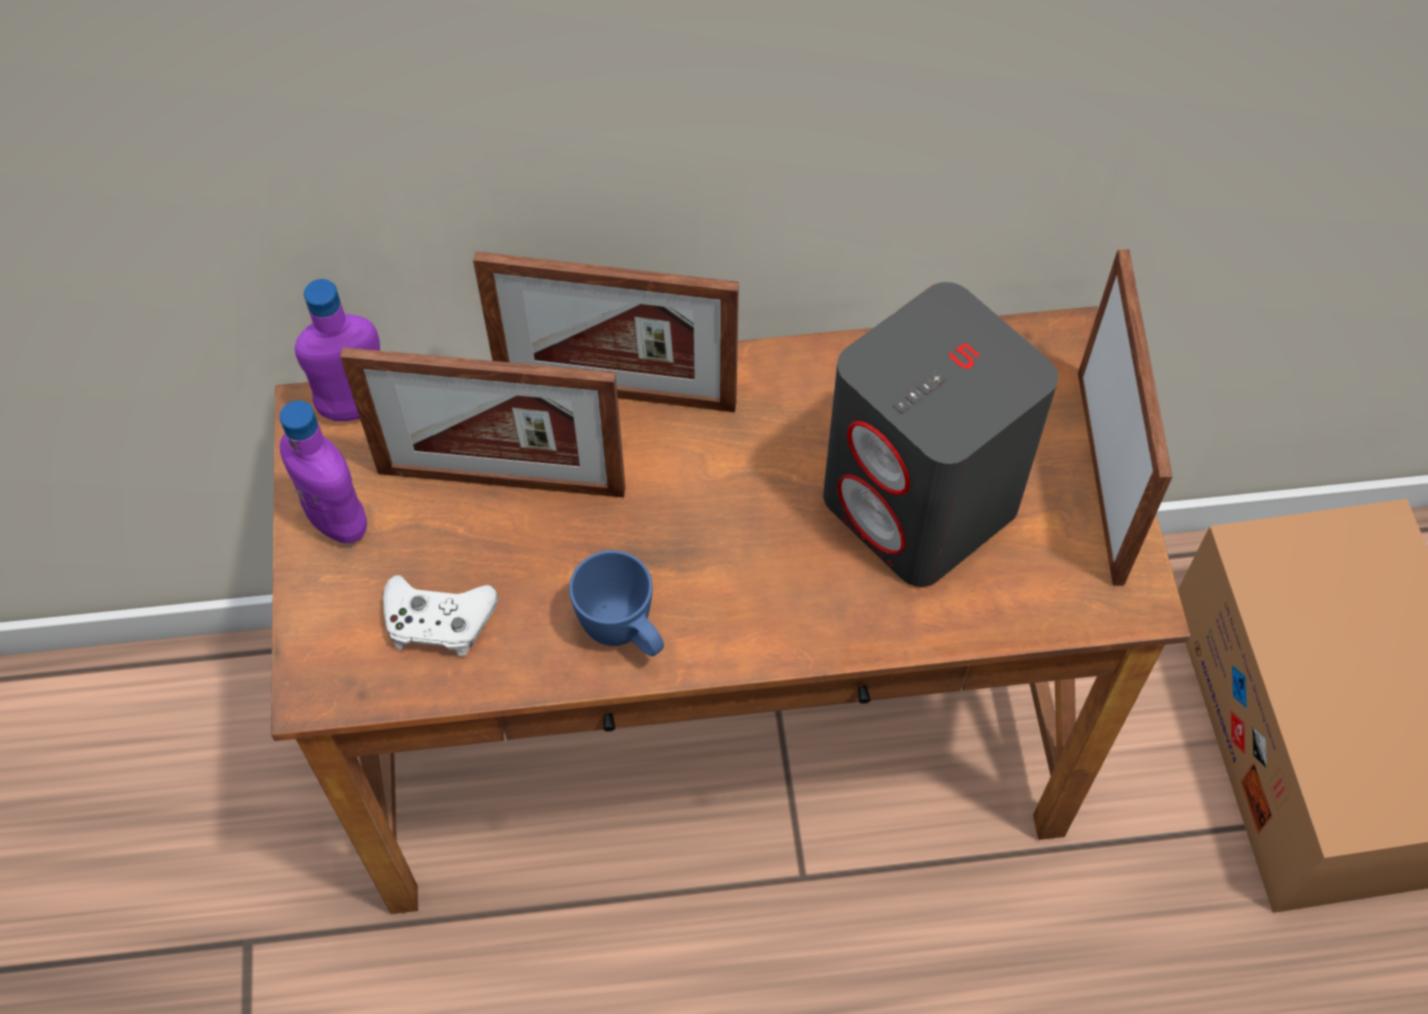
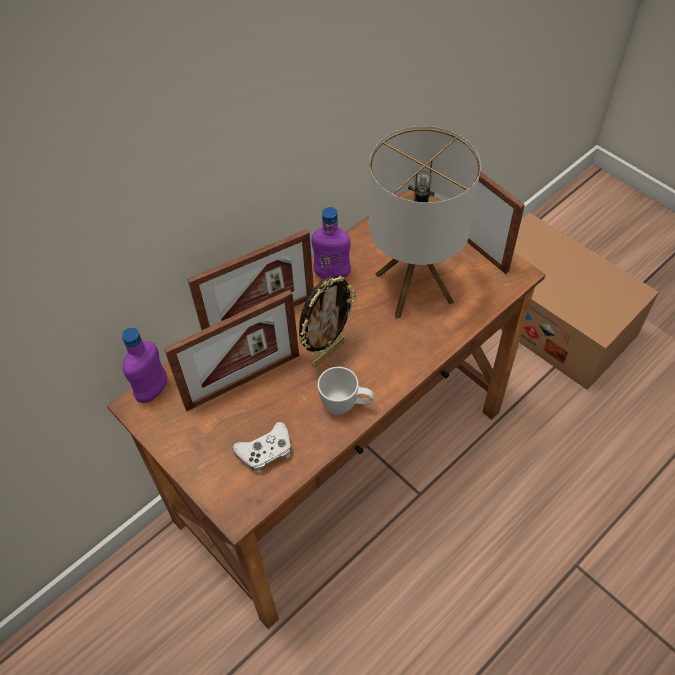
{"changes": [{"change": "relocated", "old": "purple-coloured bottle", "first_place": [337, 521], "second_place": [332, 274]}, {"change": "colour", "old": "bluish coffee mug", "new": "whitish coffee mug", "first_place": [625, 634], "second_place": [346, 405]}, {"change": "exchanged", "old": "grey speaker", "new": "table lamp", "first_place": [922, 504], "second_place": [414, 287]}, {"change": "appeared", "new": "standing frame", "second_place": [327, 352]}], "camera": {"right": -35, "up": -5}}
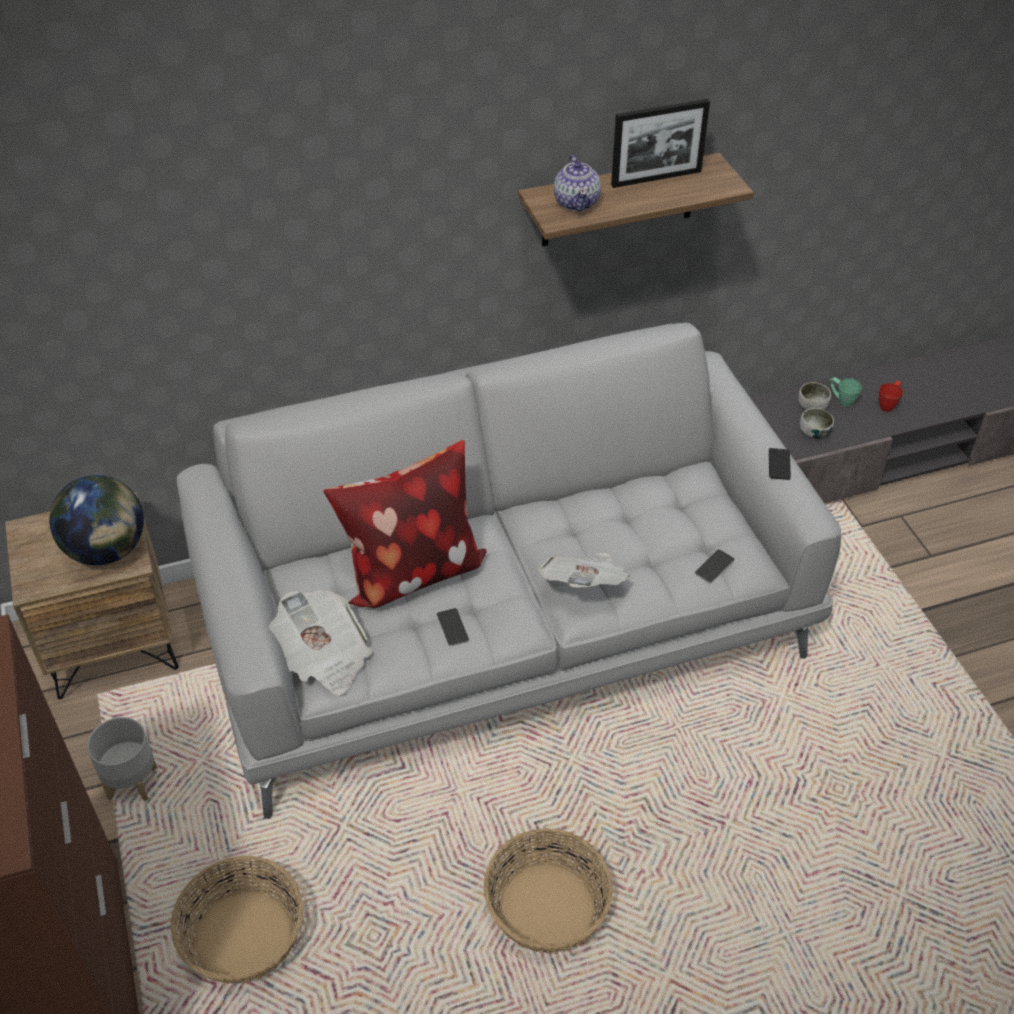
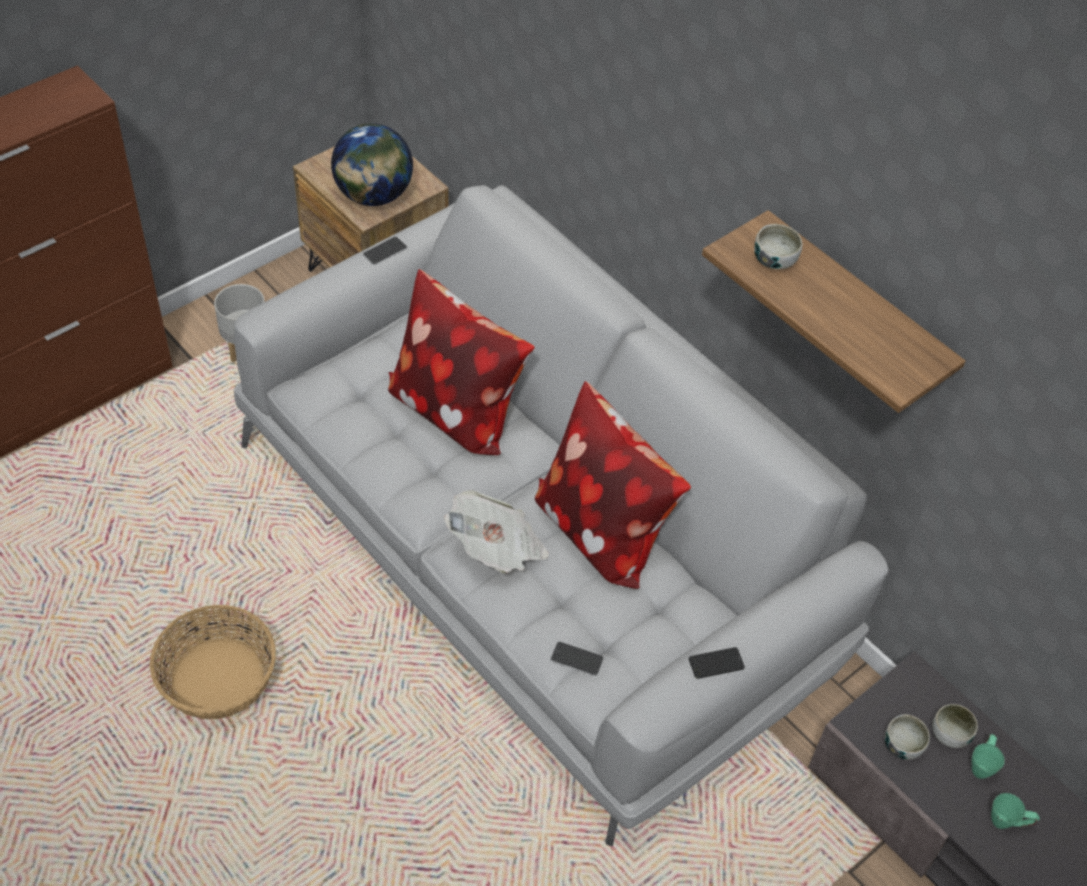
{"changes": [{"change": "missing", "old": "basket", "first_place": [243, 936]}, {"change": "missing", "old": "printed paper", "first_place": [323, 658]}, {"change": "relocated", "old": "telephone", "first_place": [452, 627], "second_place": [385, 251]}, {"change": "exchanged", "old": "tea pot", "new": "bowl", "first_place": [577, 202], "second_place": [774, 259]}, {"change": "missing", "old": "standing frame", "first_place": [656, 178]}, {"change": "colour", "old": "red-coloured coffee mug", "new": "greenish coffee mug", "first_place": [888, 405], "second_place": [1007, 823]}, {"change": "appeared", "new": "pillow", "second_place": [601, 529]}], "camera": {"right": 65, "up": 5}}
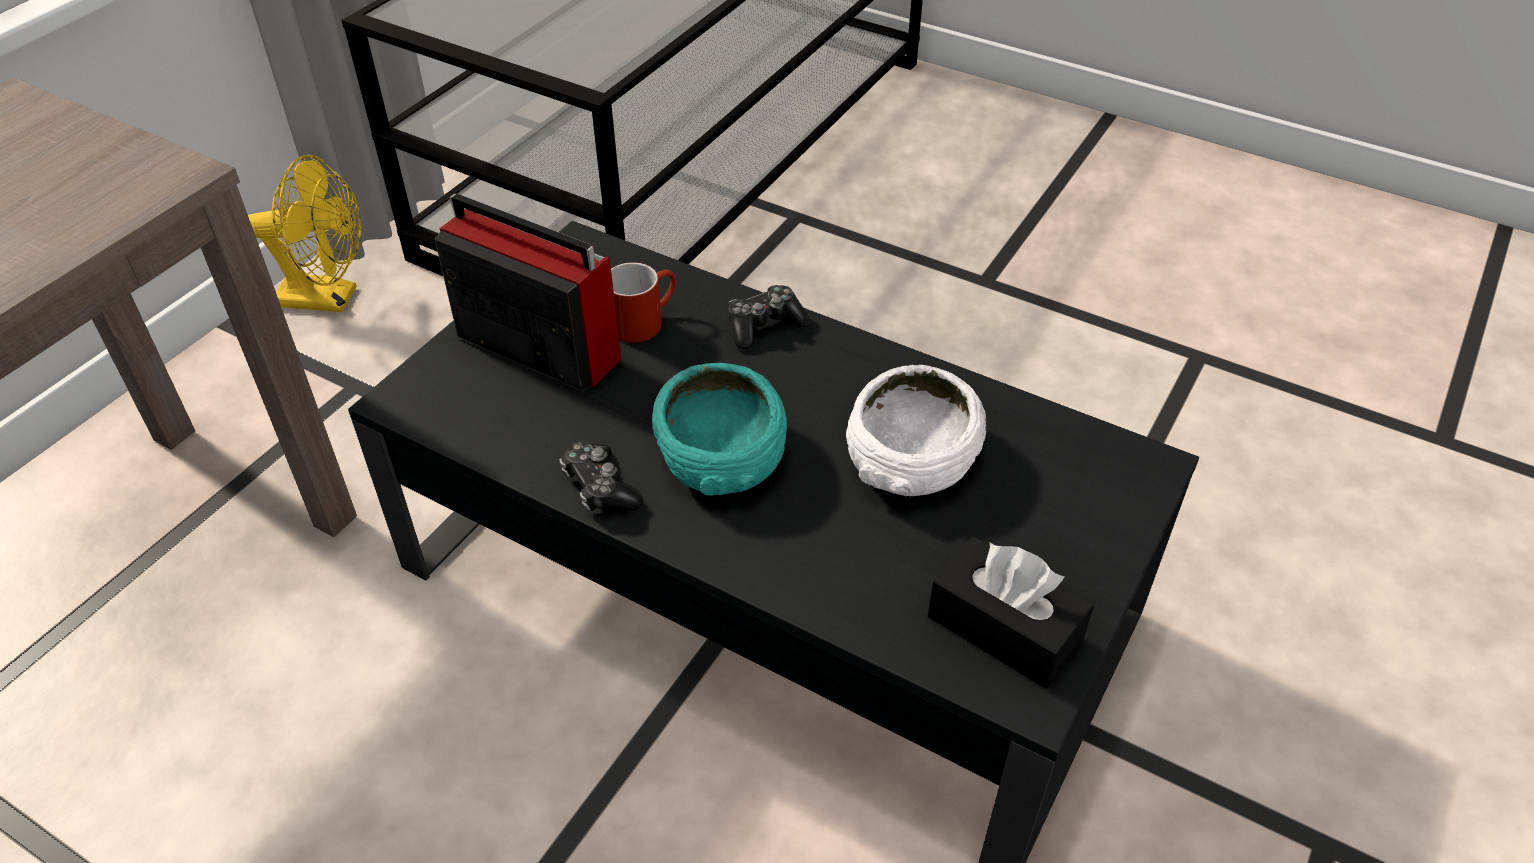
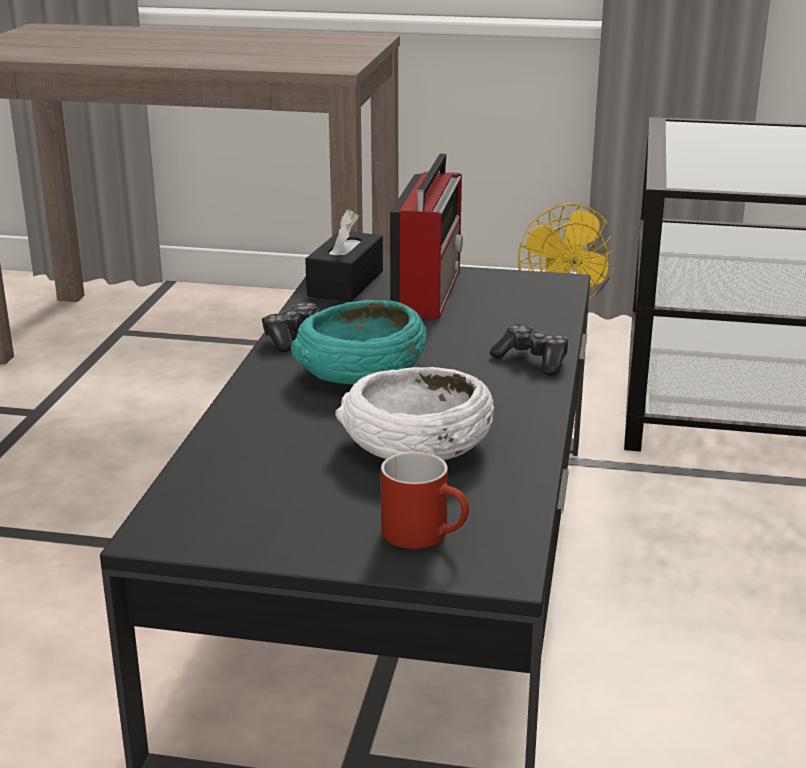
{"changes": [{"change": "relocated", "old": "red-coloured coffee mug", "first_place": [643, 320], "second_place": [427, 534]}, {"change": "relocated", "old": "black-coloured box of tissues", "first_place": [1004, 628], "second_place": [345, 283]}], "camera": {"right": 70, "up": -20}}
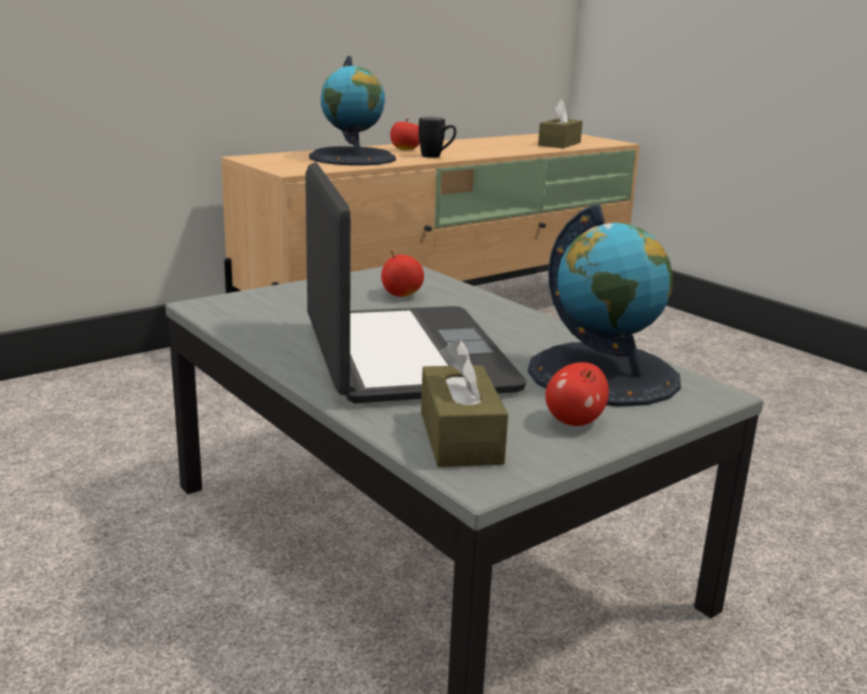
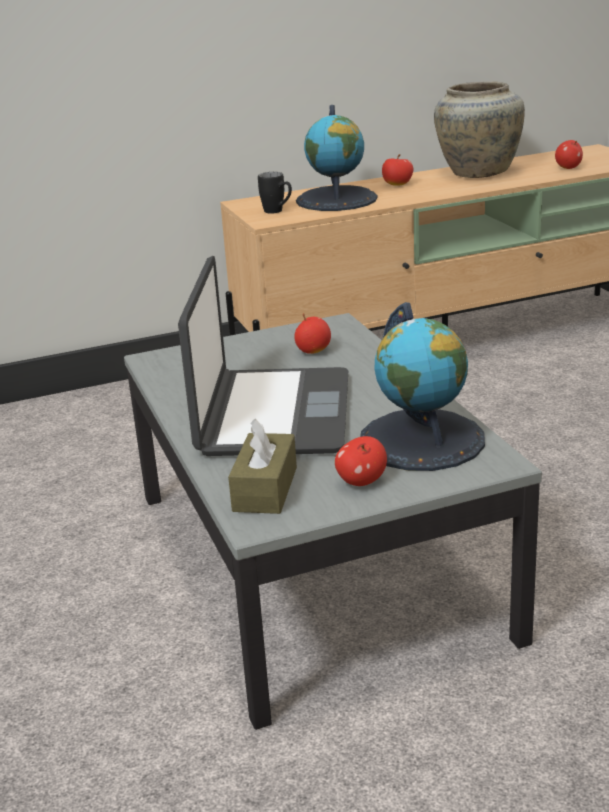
{"changes": [{"change": "relocated", "old": "black-coloured coffee mug", "first_place": [436, 157], "second_place": [278, 212]}, {"change": "exchanged", "old": "brown box of tissues", "new": "apple", "first_place": [559, 144], "second_place": [568, 168]}, {"change": "appeared", "new": "beige-coloured vase", "second_place": [477, 172]}], "camera": {"right": 20, "up": 5}}
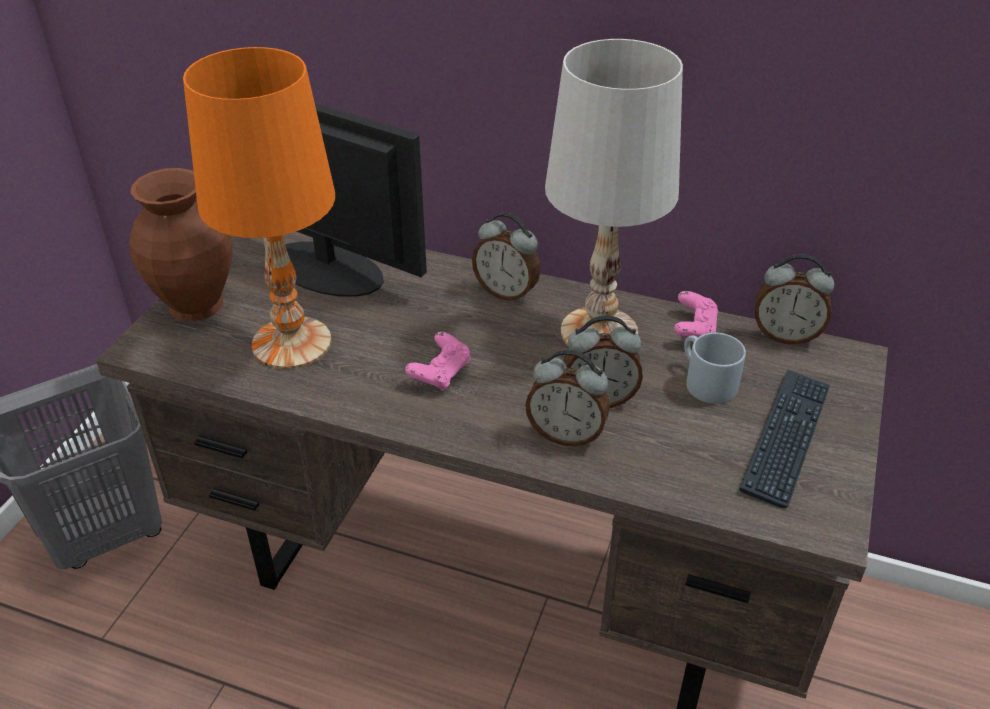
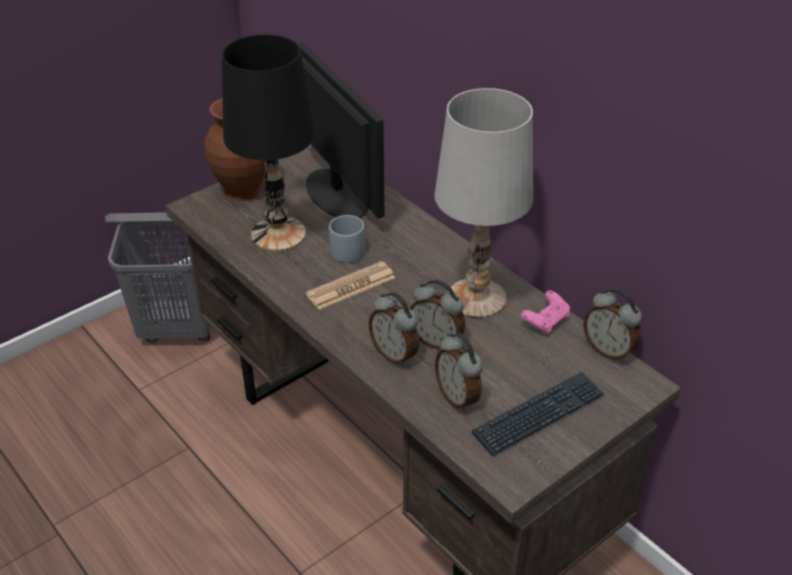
{"changes": [{"change": "colour", "old": "orange table lamp", "new": "black-coloured table lamp", "first_place": [291, 343], "second_place": [278, 234]}, {"change": "exchanged", "old": "pink game controller", "new": "printed paper", "first_place": [440, 373], "second_place": [351, 286]}, {"change": "relocated", "old": "bedside clock", "first_place": [506, 292], "second_place": [458, 397]}, {"change": "relocated", "old": "grey coffee mug", "first_place": [704, 381], "second_place": [346, 248]}], "camera": {"right": 30, "up": 0}}
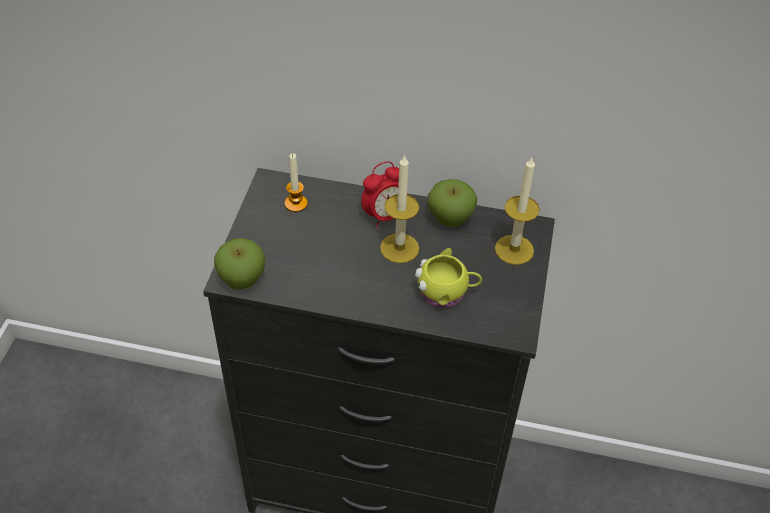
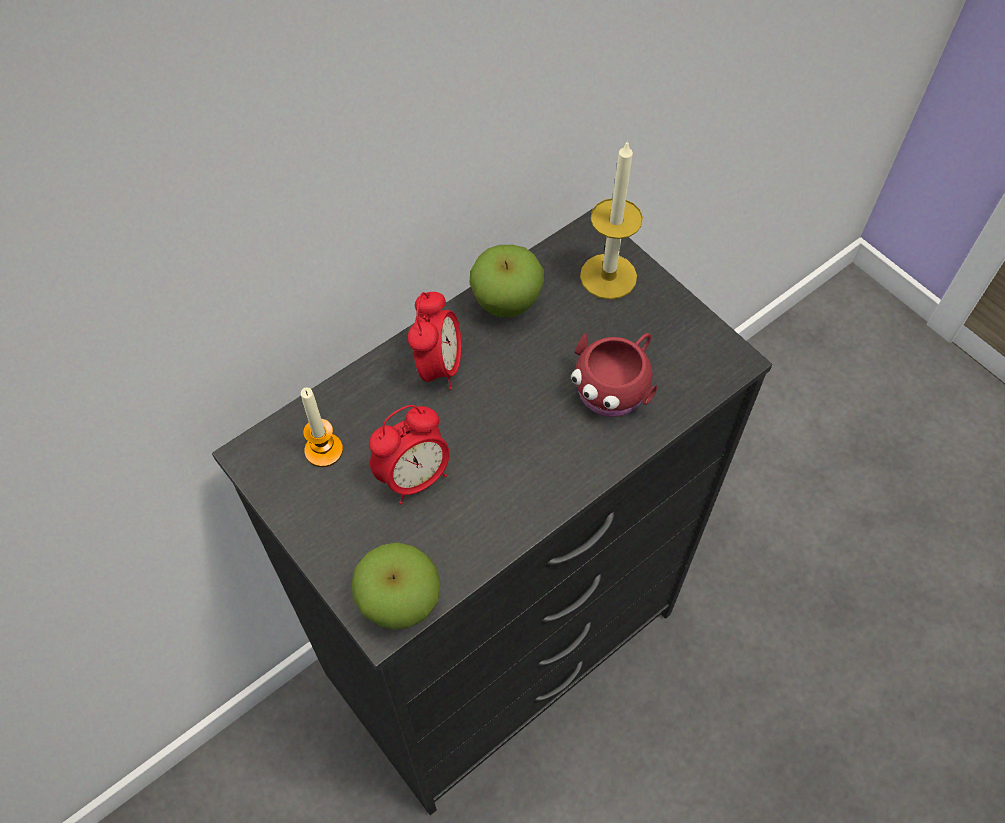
{"changes": [{"change": "missing", "old": "wax light", "first_place": [399, 248]}, {"change": "colour", "old": "yellowish coffee mug", "new": "red-coloured coffee mug", "first_place": [446, 292], "second_place": [615, 386]}, {"change": "appeared", "new": "bedside clock", "second_place": [414, 477]}], "camera": {"right": -50, "up": 10}}
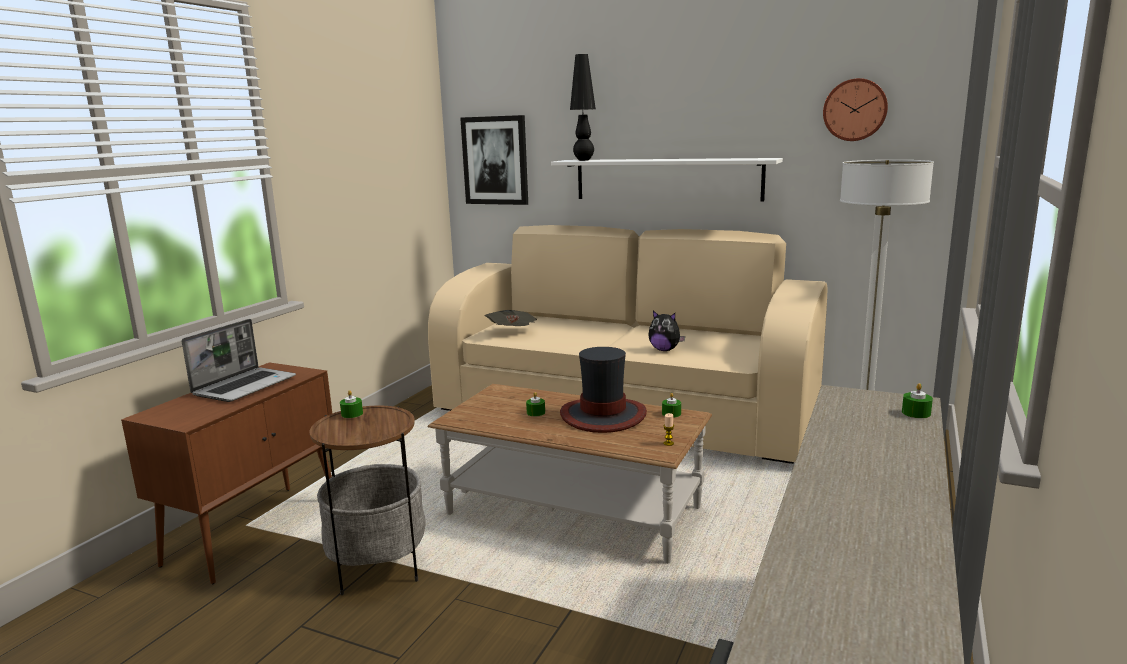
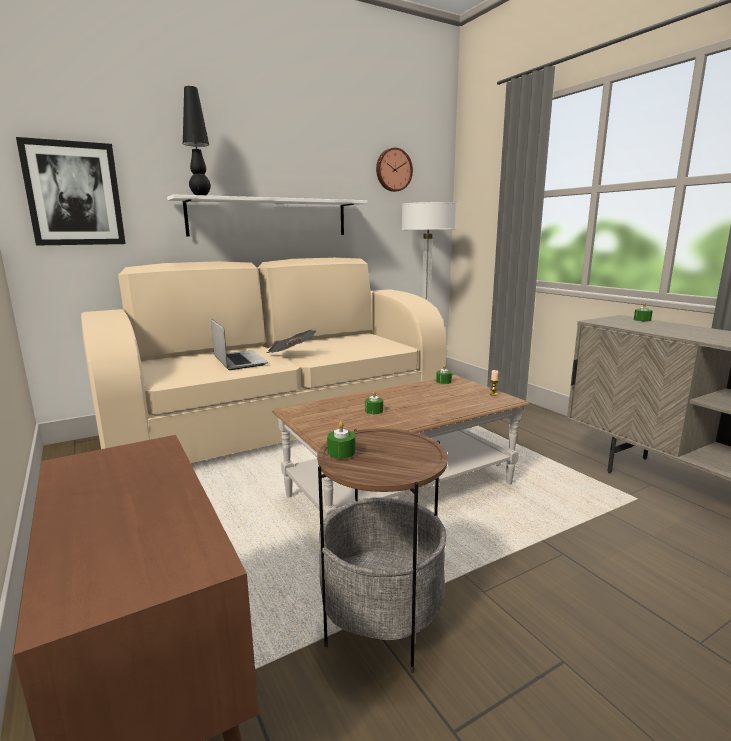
{"changes": [{"change": "relocated", "old": "laptop", "first_place": [245, 386], "second_place": [239, 361]}, {"change": "relocated", "old": "printed paper", "first_place": [512, 332], "second_place": [291, 355]}, {"change": "missing", "old": "hat", "first_place": [603, 415]}, {"change": "missing", "old": "plush toy", "first_place": [665, 350]}], "camera": {"right": -55, "up": 0}}
